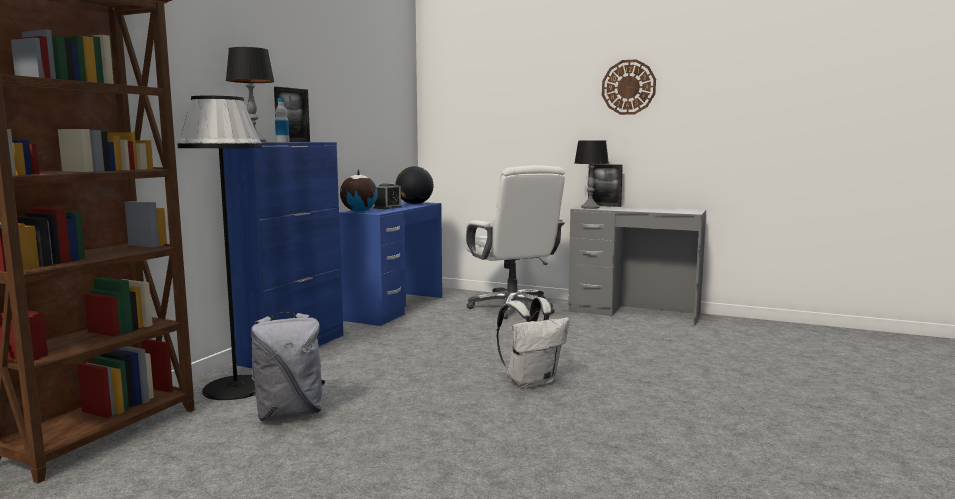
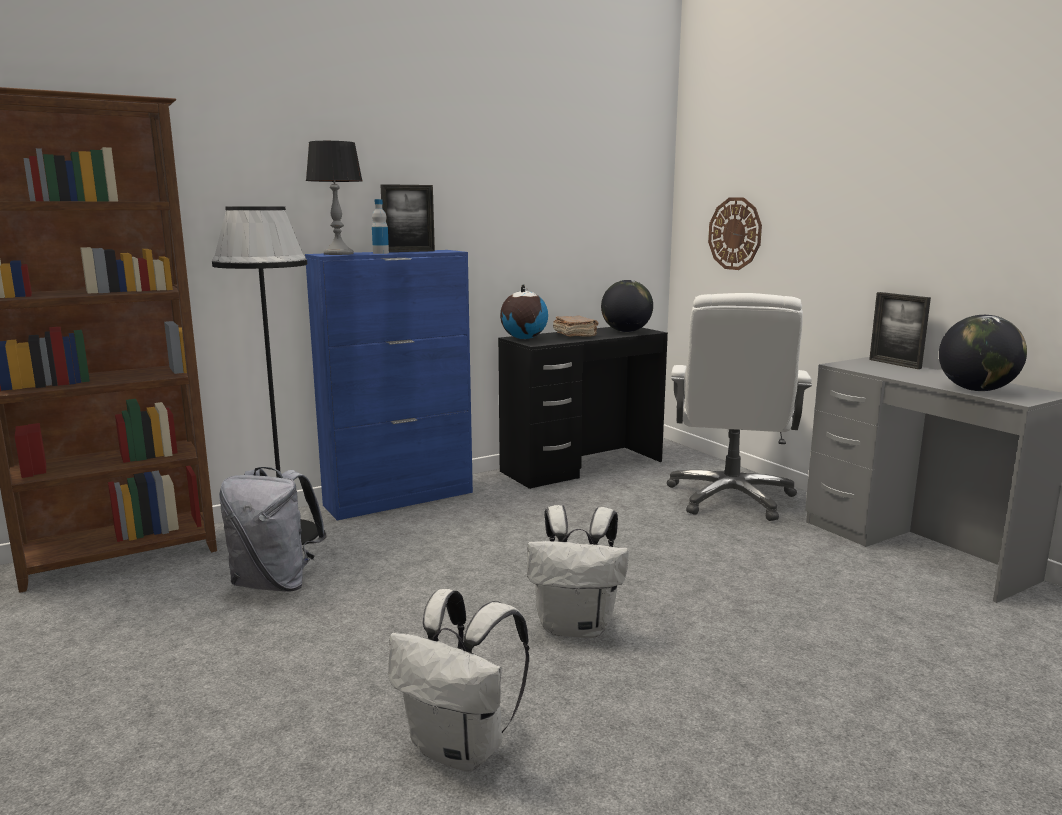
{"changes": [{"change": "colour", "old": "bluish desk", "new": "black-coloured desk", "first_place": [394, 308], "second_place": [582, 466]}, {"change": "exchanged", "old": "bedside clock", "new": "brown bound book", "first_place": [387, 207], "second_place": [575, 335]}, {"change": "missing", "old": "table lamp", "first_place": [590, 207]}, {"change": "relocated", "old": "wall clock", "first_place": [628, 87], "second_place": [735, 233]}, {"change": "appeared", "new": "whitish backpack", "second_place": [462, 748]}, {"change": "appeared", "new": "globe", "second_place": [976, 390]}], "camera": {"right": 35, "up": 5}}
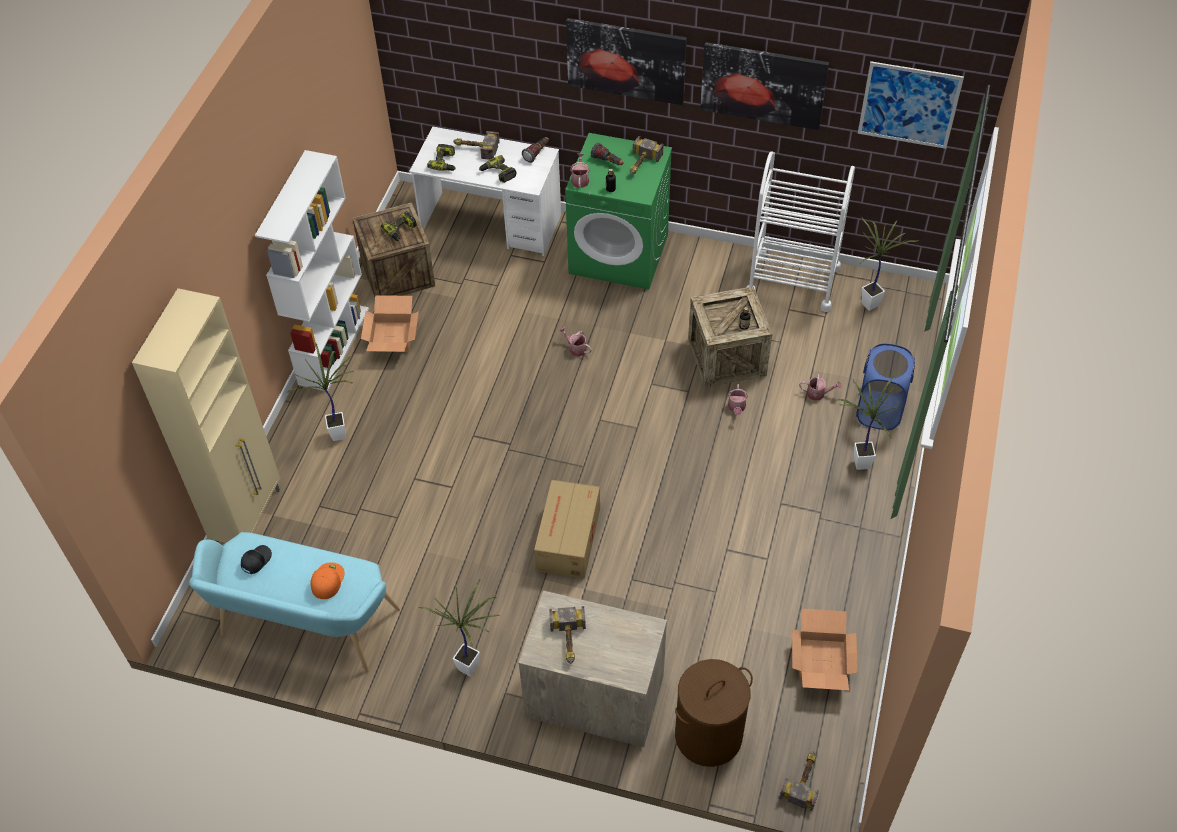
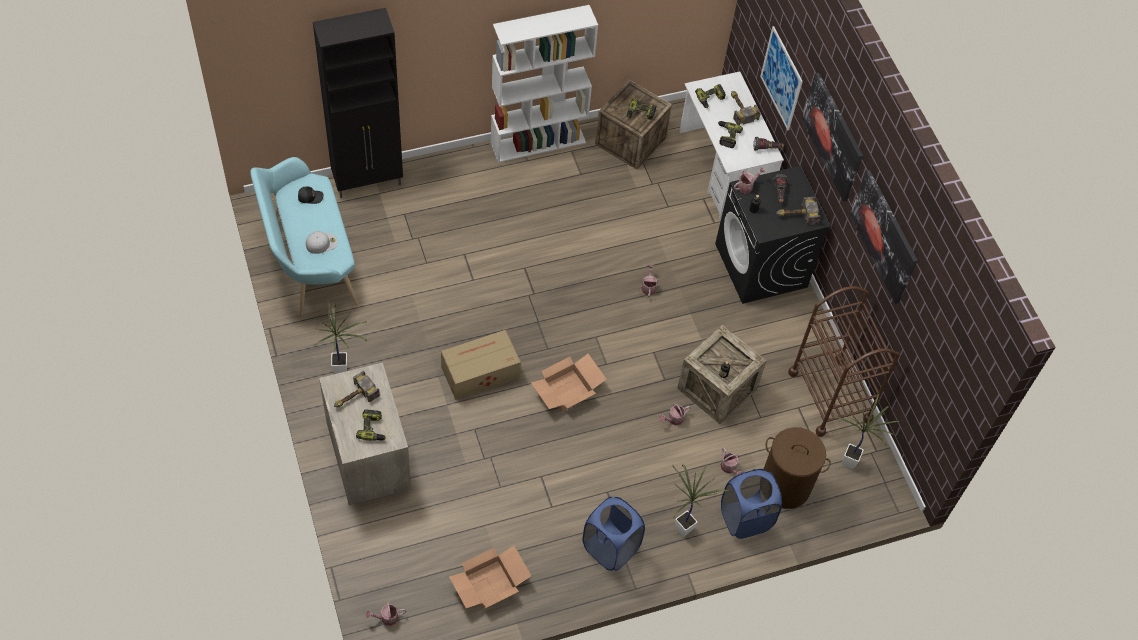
{"changes": [{"change": "colour", "old": "beige-coloured cupboard", "new": "black-coloured cupboard", "first_place": [249, 517], "second_place": [368, 182]}, {"change": "missing", "old": "potted plant", "first_place": [340, 432]}, {"change": "colour", "old": "orange peaked cap", "new": "whitish peaked cap", "first_place": [327, 580], "second_place": [321, 243]}, {"change": "relocated", "old": "cardboard box", "first_place": [392, 337], "second_place": [567, 391]}, {"change": "colour", "old": "greenish washing machine", "new": "black-coloured washing machine", "first_place": [619, 254], "second_place": [761, 266]}, {"change": "relocated", "old": "brown laundry basket", "first_place": [708, 735], "second_place": [784, 486]}, {"change": "colour", "old": "whitish trolley", "new": "brown trolley", "first_place": [792, 281], "second_place": [830, 396]}, {"change": "exchanged", "old": "hand hammer", "new": "sprinkling can", "first_place": [804, 779], "second_place": [386, 618]}, {"change": "relocated", "old": "wall art", "first_place": [909, 105], "second_place": [781, 78]}, {"change": "appeared", "new": "drill", "second_place": [373, 429]}, {"change": "appeared", "new": "bluish laundry basket", "second_place": [610, 548]}], "camera": {"right": 50, "up": 5}}
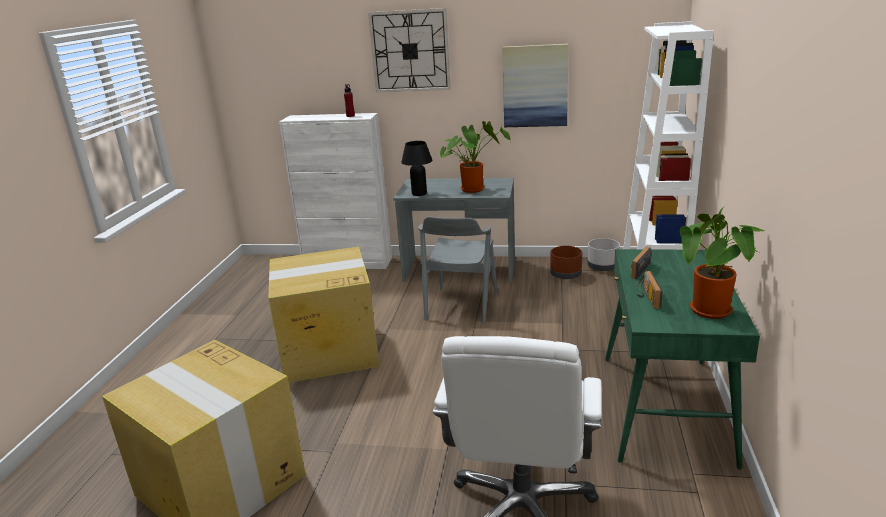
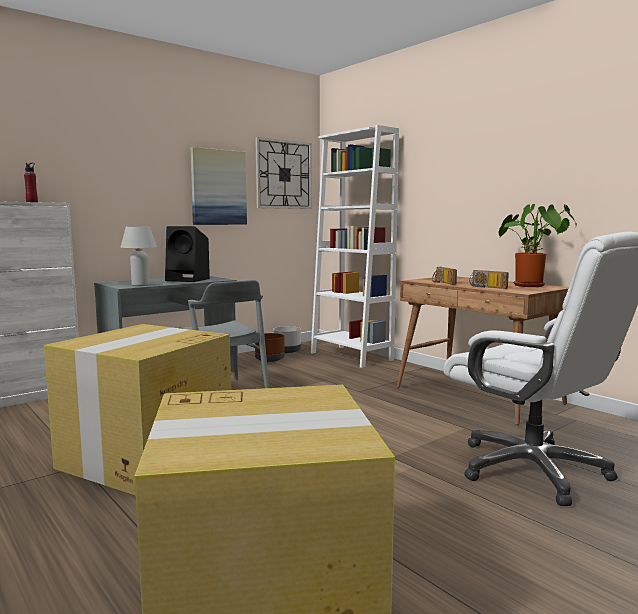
{"changes": [{"change": "relocated", "old": "wall clock", "first_place": [410, 51], "second_place": [284, 174]}, {"change": "colour", "old": "black-coloured table lamp", "new": "whitish table lamp", "first_place": [419, 194], "second_place": [140, 285]}, {"change": "exchanged", "old": "potted plant", "new": "black-coloured speaker", "first_place": [474, 188], "second_place": [189, 280]}, {"change": "colour", "old": "greenish desk", "new": "brown desk", "first_place": [665, 408], "second_place": [478, 395]}], "camera": {"right": -50, "up": -15}}
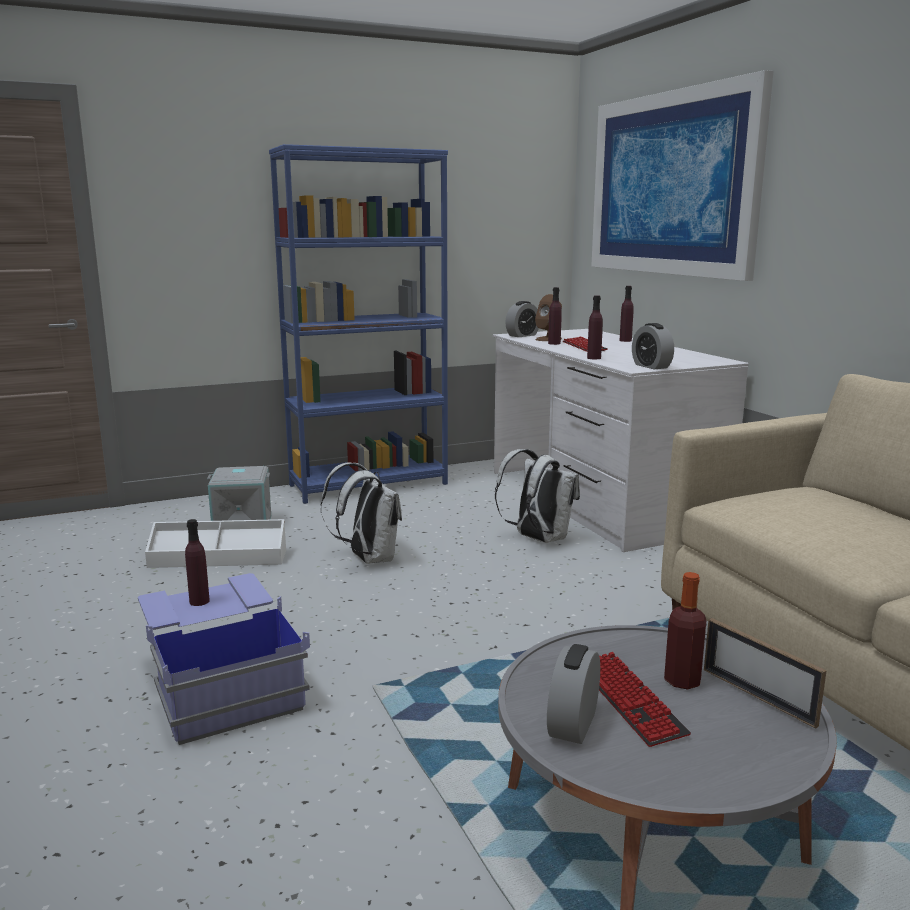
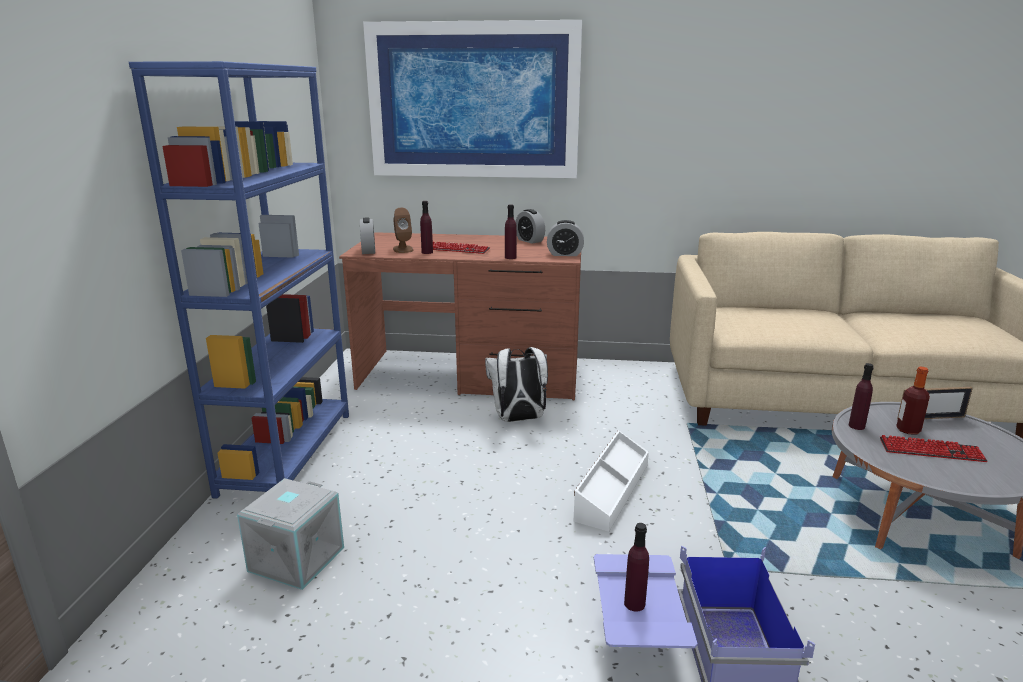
{"changes": [{"change": "relocated", "old": "whitish storage container", "first_place": [218, 558], "second_place": [611, 490]}, {"change": "missing", "old": "whitish backpack", "first_place": [368, 558]}, {"change": "colour", "old": "whitish desk", "new": "brown desk", "first_place": [599, 500], "second_place": [471, 374]}, {"change": "relocated", "old": "bedside clock", "first_place": [573, 725], "second_place": [529, 240]}, {"change": "relocated", "old": "purple-coloured bottle", "first_place": [625, 340], "second_place": [856, 426]}], "camera": {"right": -60, "up": 5}}
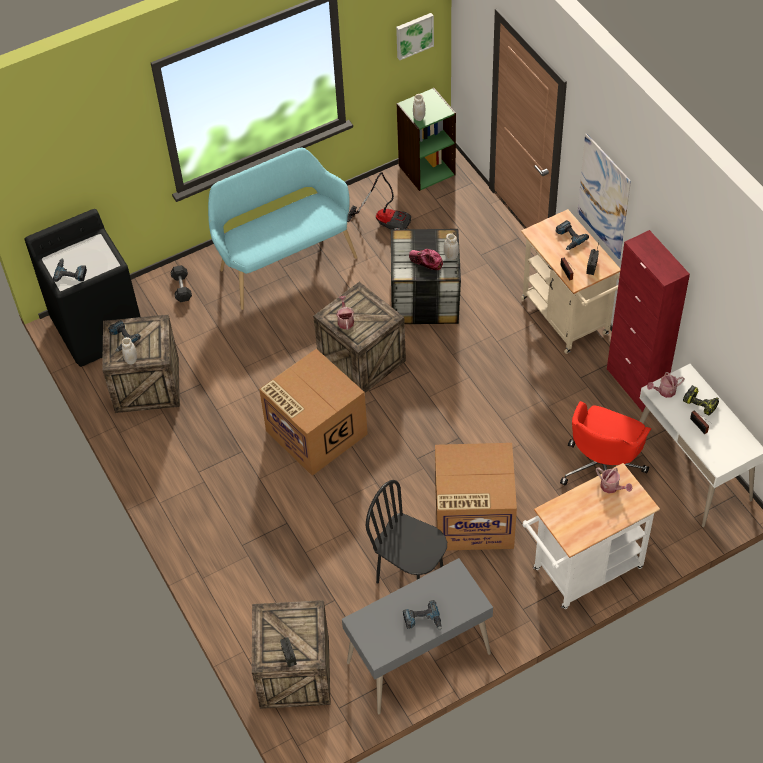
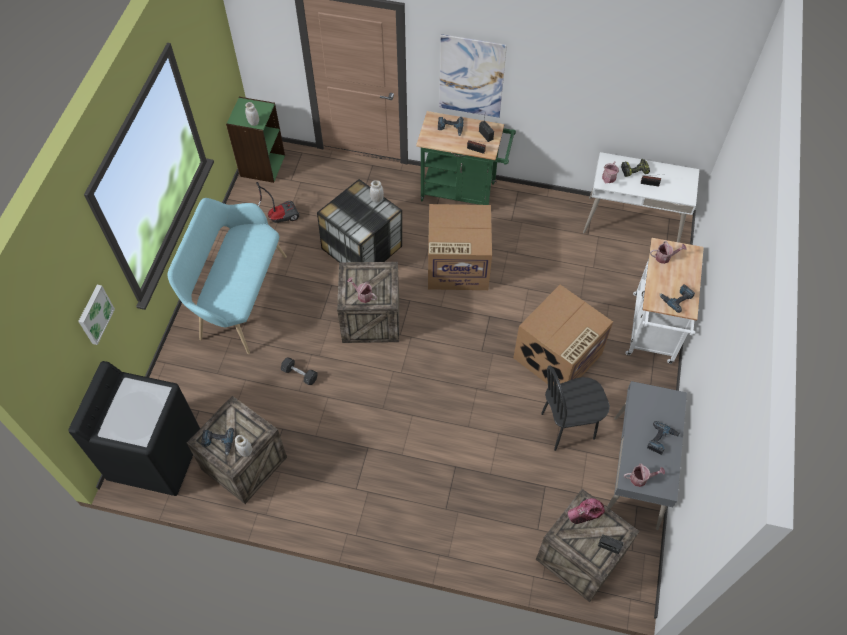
{"changes": [{"change": "relocated", "old": "drill", "first_place": [71, 272], "second_place": [676, 298]}, {"change": "relocated", "old": "grey free weight", "first_place": [182, 288], "second_place": [299, 374]}, {"change": "relocated", "old": "cardboard box", "first_place": [315, 432], "second_place": [457, 265]}, {"change": "relocated", "old": "wall art", "first_place": [414, 35], "second_place": [94, 314]}, {"change": "relocated", "old": "peaked cap", "first_place": [426, 261], "second_place": [586, 512]}, {"change": "colour", "old": "beige-coloured trolley", "new": "greenish trolley", "first_place": [568, 320], "second_place": [463, 192]}, {"change": "missing", "old": "red-coloured office chair", "first_place": [602, 468]}, {"change": "missing", "old": "red-coloured cupboard", "first_place": [635, 384]}, {"change": "appeared", "new": "sprinkling can", "second_place": [641, 478]}], "camera": {"right": -50, "up": 5}}
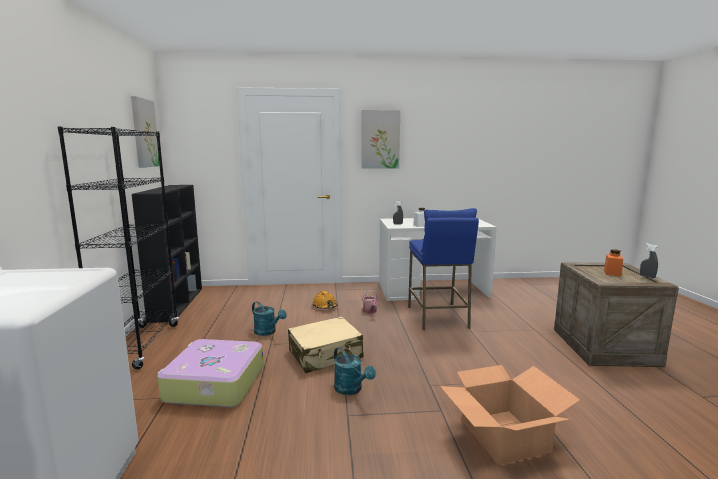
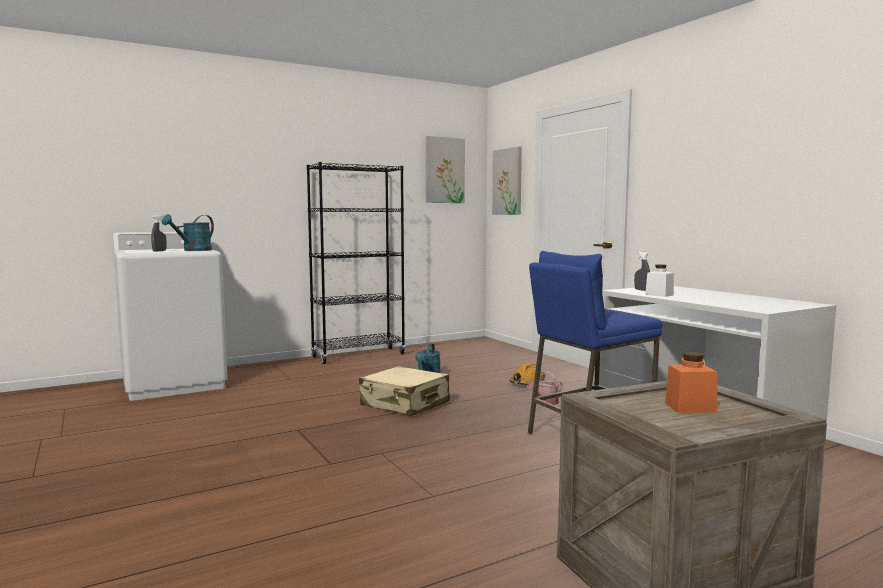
{"changes": [{"change": "missing", "old": "black-coloured bookcase", "first_place": [177, 303]}, {"change": "missing", "old": "suitcase", "first_place": [214, 384]}, {"change": "relocated", "old": "turquoise sprinkling can", "first_place": [351, 390], "second_place": [193, 250]}, {"change": "relocated", "old": "wall art", "first_place": [380, 139], "second_place": [508, 181]}, {"change": "missing", "old": "cardboard box", "first_place": [503, 436]}, {"change": "relocated", "old": "grey sprayer", "first_place": [647, 277], "second_place": [159, 251]}], "camera": {"right": 65, "up": -5}}
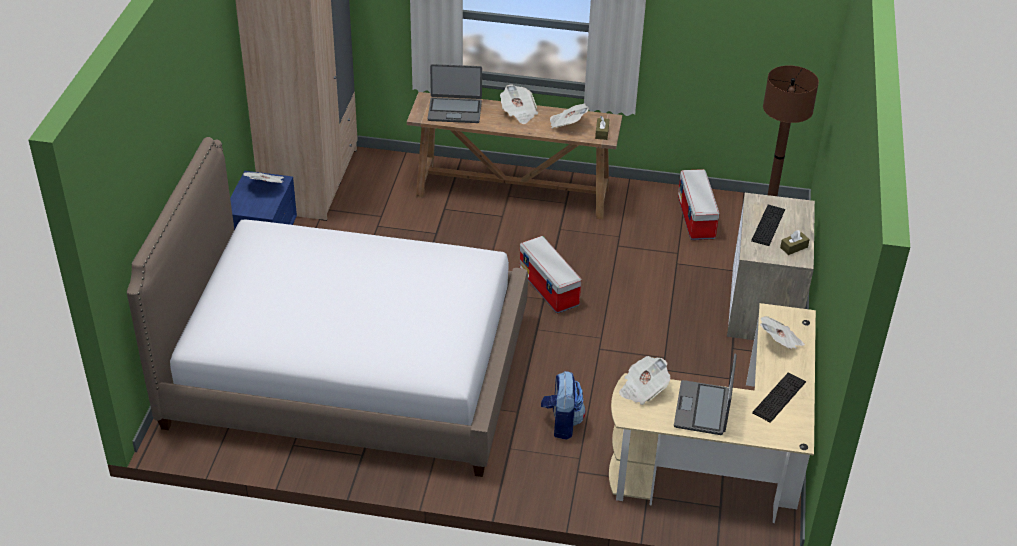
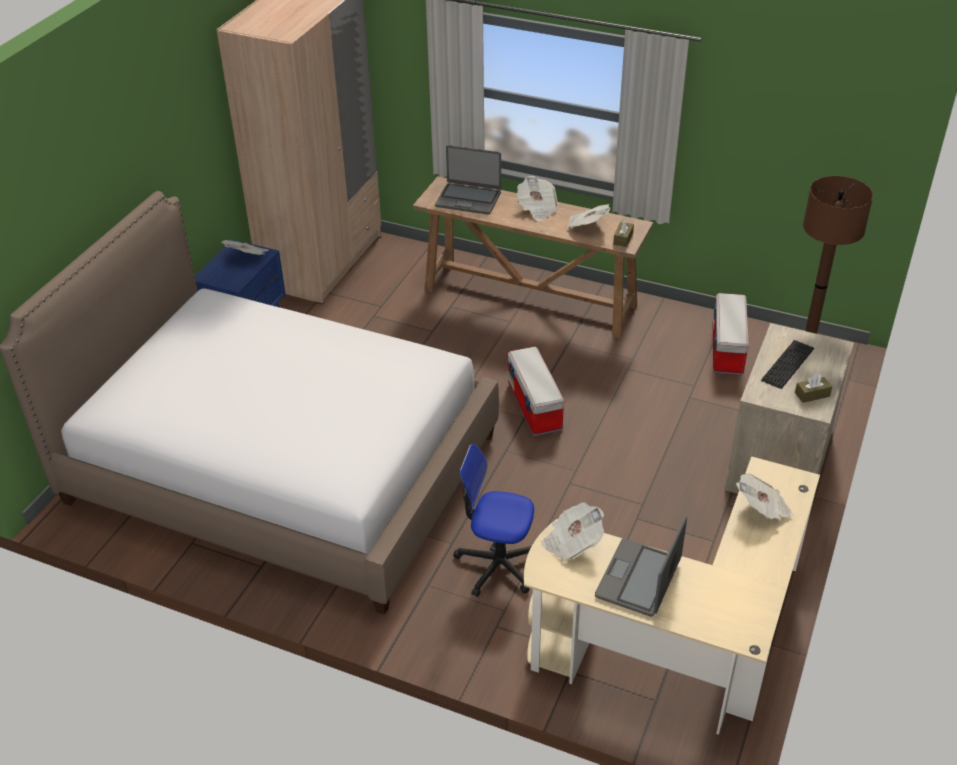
{"changes": [{"change": "exchanged", "old": "backpack", "new": "office chair", "first_place": [562, 423], "second_place": [497, 564]}, {"change": "missing", "old": "computer keyboard", "first_place": [779, 397]}], "camera": {"right": 15, "up": 0}}
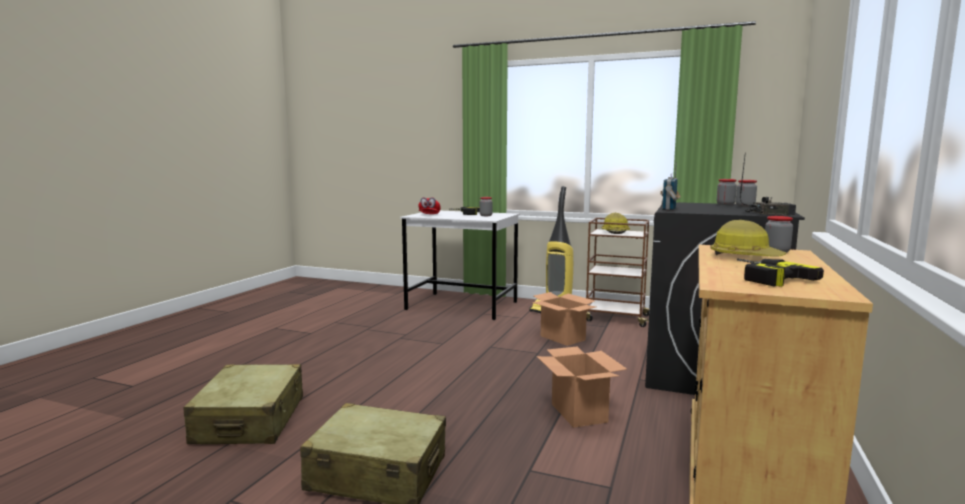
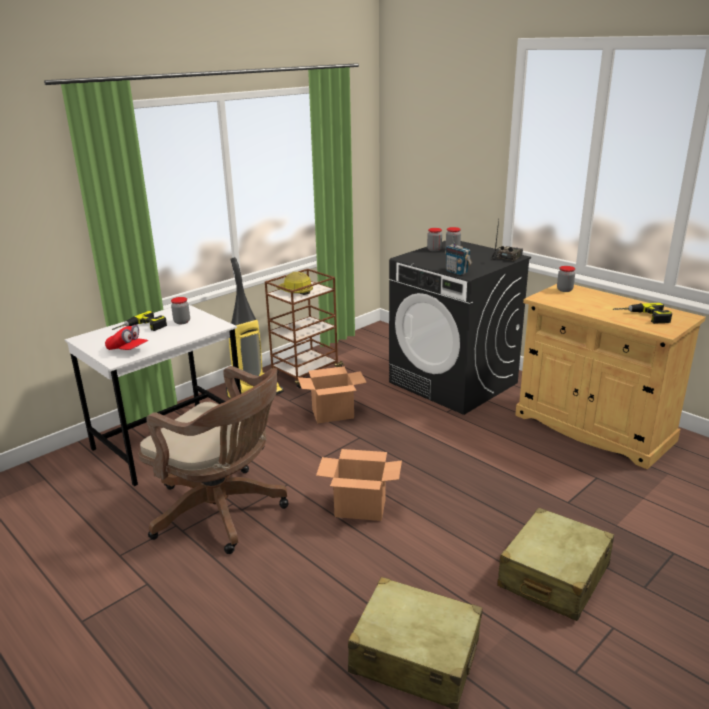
{"changes": [{"change": "relocated", "old": "cardboard box", "first_place": [578, 412], "second_place": [359, 508]}, {"change": "missing", "old": "work helmet", "first_place": [745, 257]}, {"change": "appeared", "new": "brown office chair", "second_place": [223, 512]}], "camera": {"right": -65, "up": 15}}
